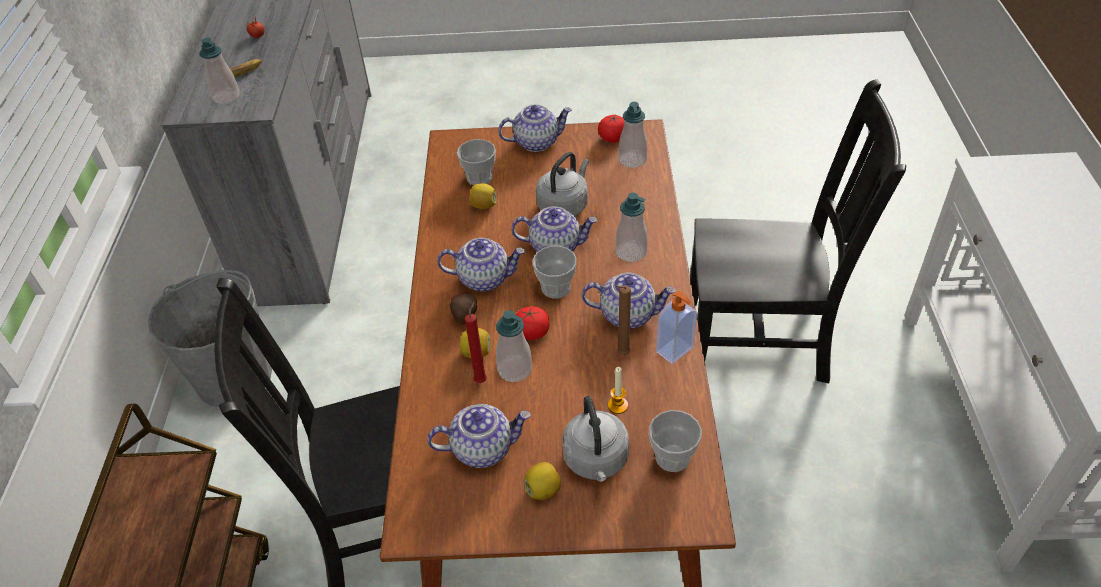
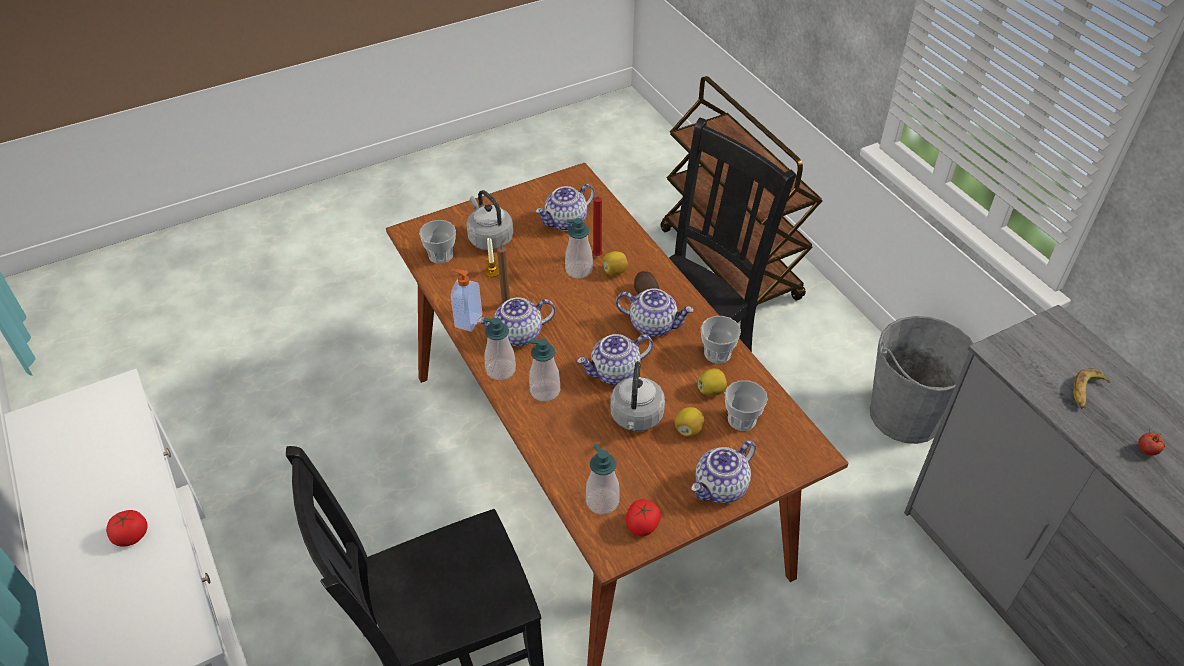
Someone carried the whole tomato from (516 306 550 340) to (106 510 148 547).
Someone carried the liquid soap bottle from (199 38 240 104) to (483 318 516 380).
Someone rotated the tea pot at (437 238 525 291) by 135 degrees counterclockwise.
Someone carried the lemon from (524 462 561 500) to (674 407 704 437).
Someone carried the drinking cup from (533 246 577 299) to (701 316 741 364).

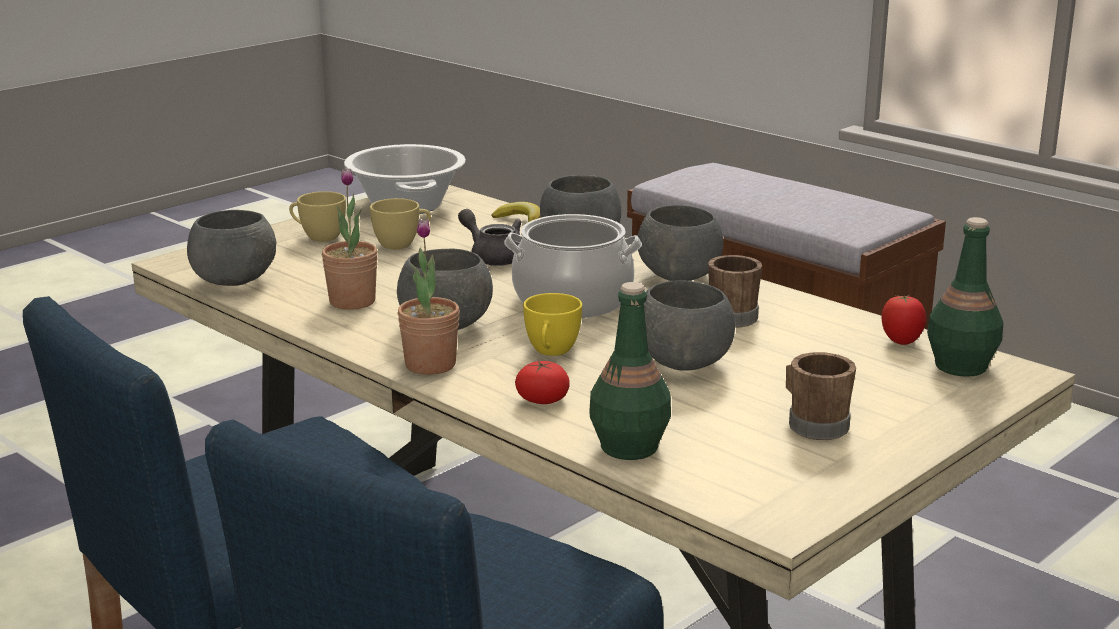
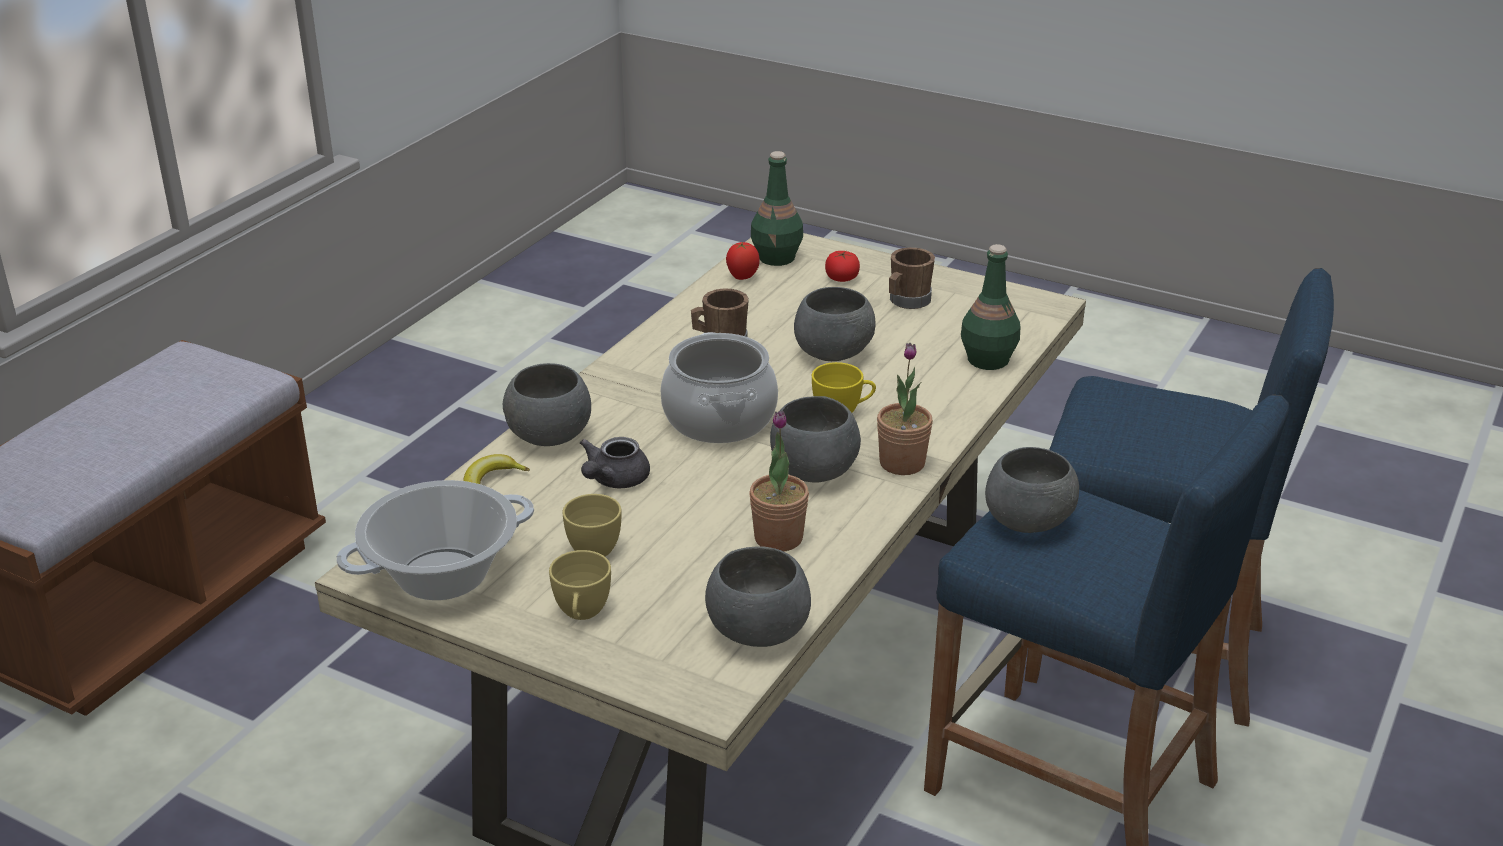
Someone carried the whole tomato from (515 360 570 404) to (825 251 860 282).
Someone carried the deep dish in grey from (638 205 723 281) to (985 447 1079 533).

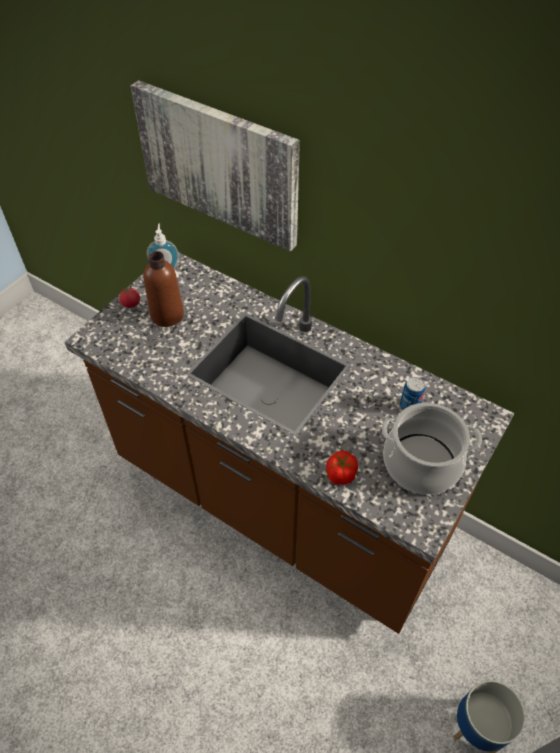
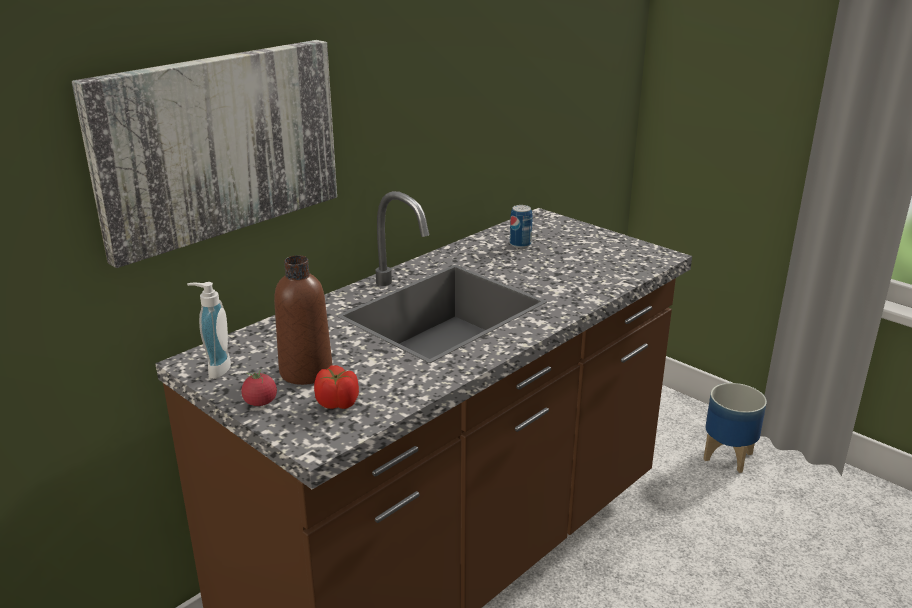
Someone carried the whole tomato from (326 451 358 484) to (314 365 359 409).
Someone took away the cooking pot at (382 403 482 495).

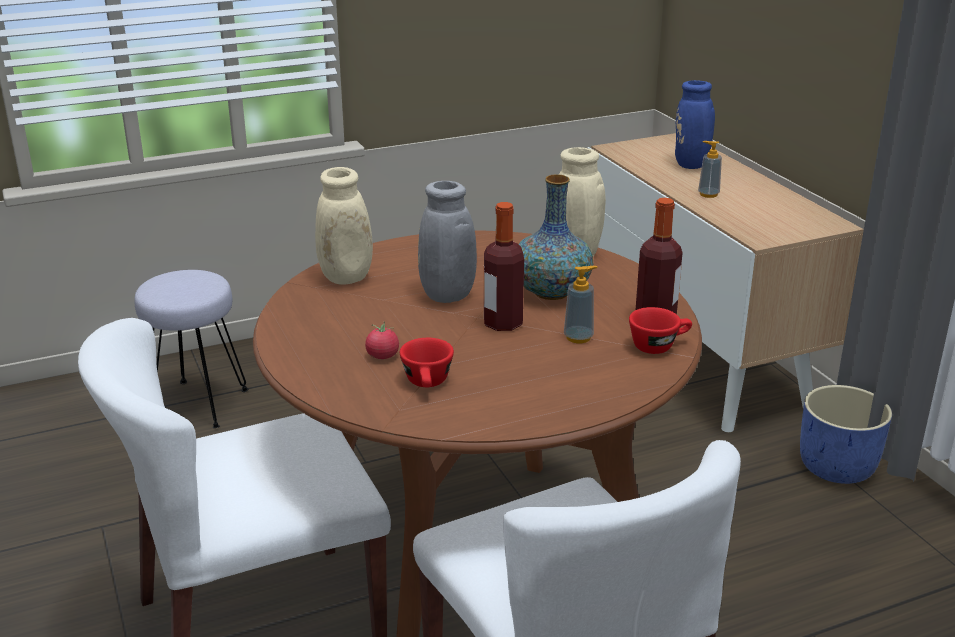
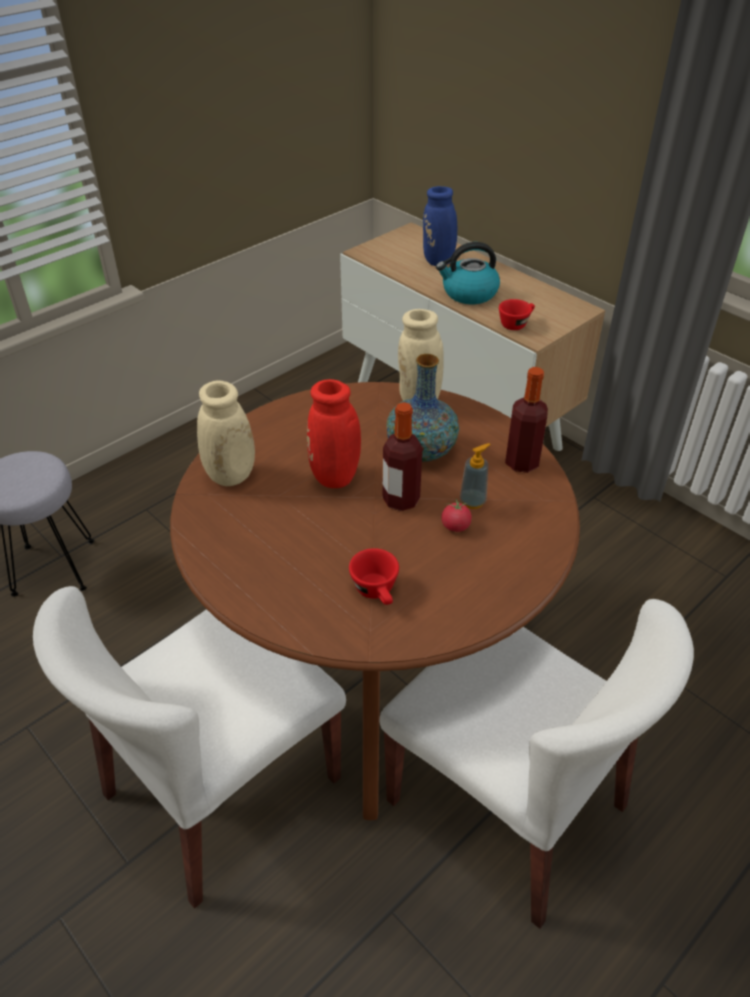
Someone repainted the decorative vase in grey at (418 181 477 303), which became the decorative vase in red at (307 379 361 488).
Someone swapped the liquid soap bottle at (698 141 722 198) for the tea kettle at (436 242 500 304).
Someone carried the whole tomato from (365 322 399 359) to (441 499 472 532).
Someone carried the drinking cup in red from (629 307 692 354) to (499 299 535 330).
Someone took away the plant pot in blue at (800 385 892 484).

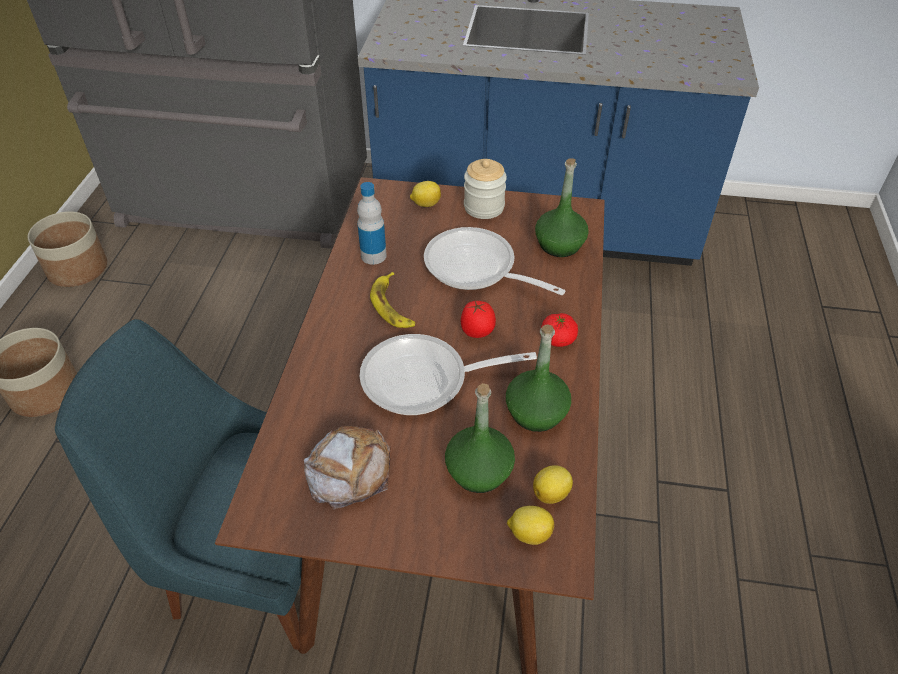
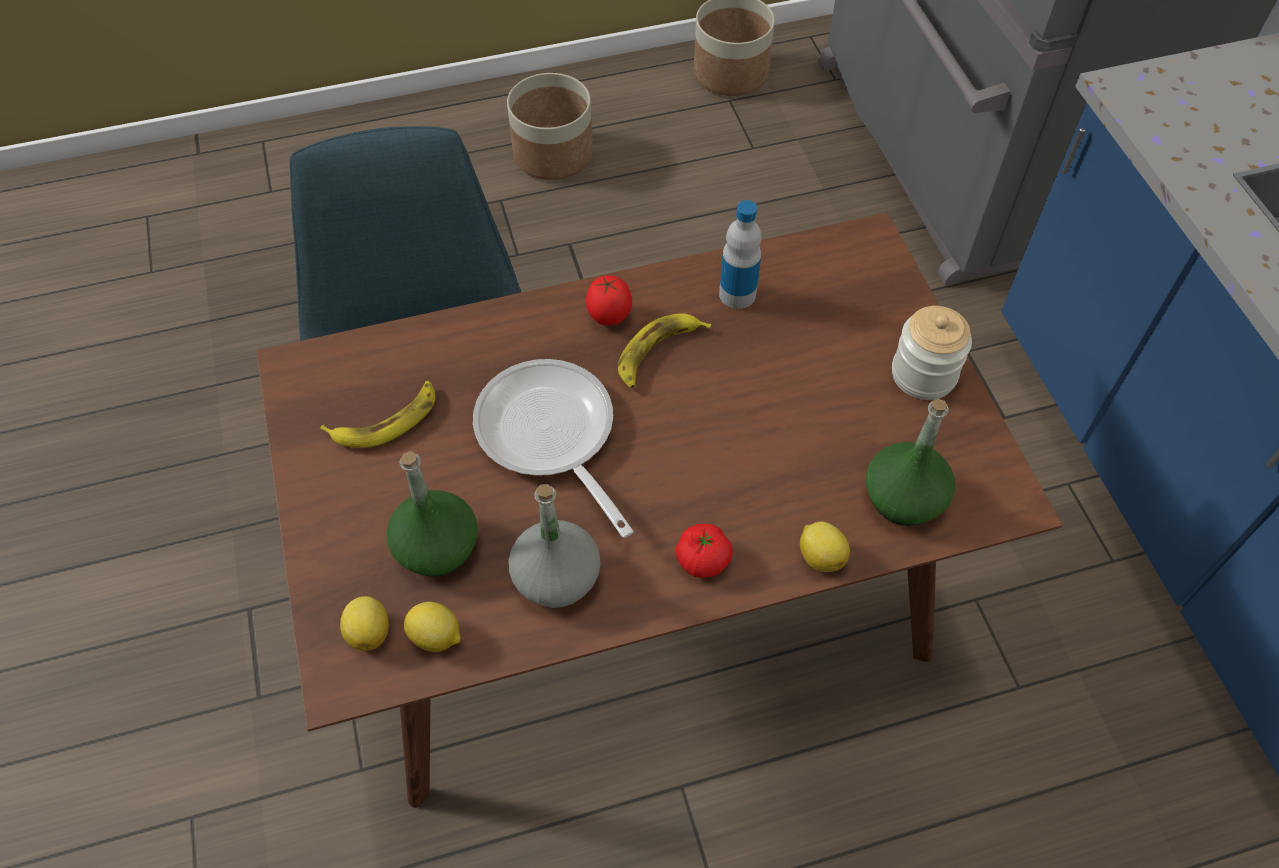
Someone swapped the bread at (304 426 391 509) for the banana fruit at (320 381 435 448).
Someone repainted the bottle in greenish at (506 324 571 432), which became the bottle in grey at (508 484 601 608).
Someone carried the whole tomato from (461 301 496 338) to (586 275 632 326).
Someone carried the lemon from (410 181 441 207) to (800 521 850 572).
Someone took away the frying pan at (424 227 565 295).

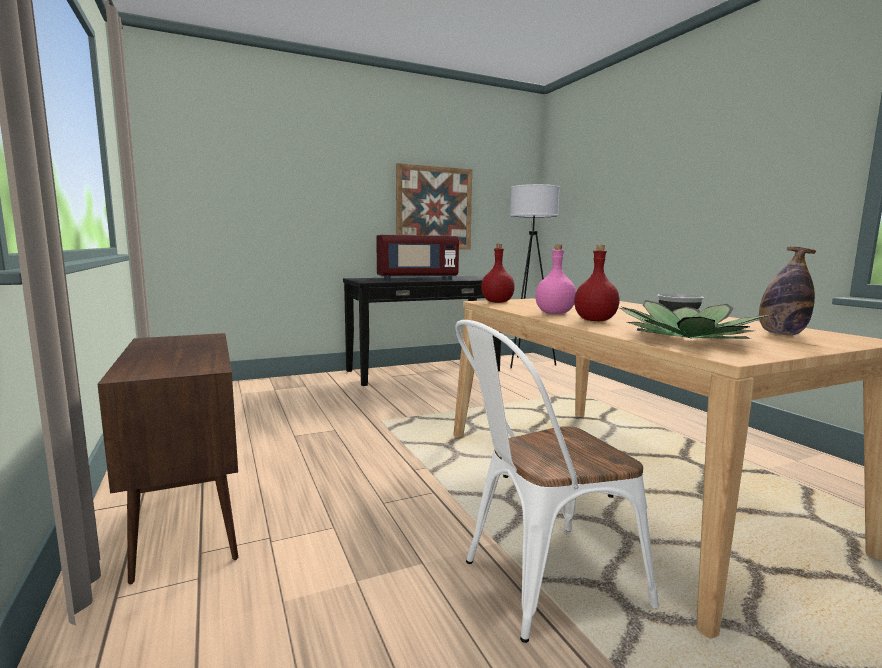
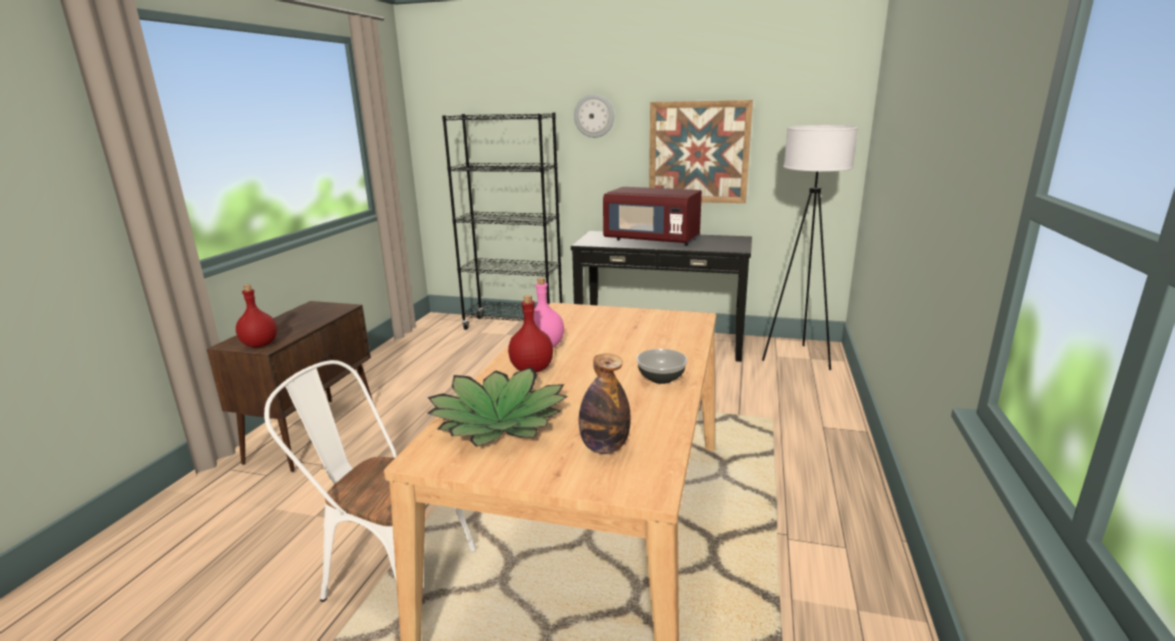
Someone carried the bottle in red from (481 244 515 303) to (236 285 277 347).
Someone put down the shelving unit in black at (442 113 562 330).
Someone put up the clock on the wall at (574 94 614 138).

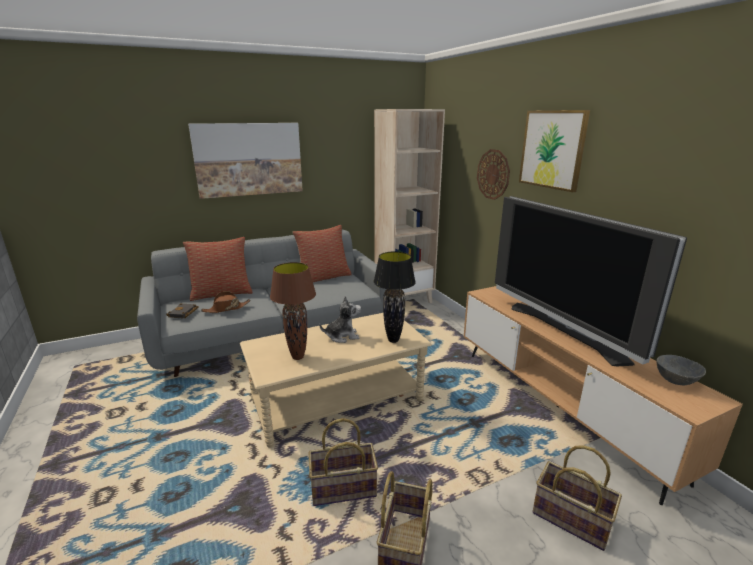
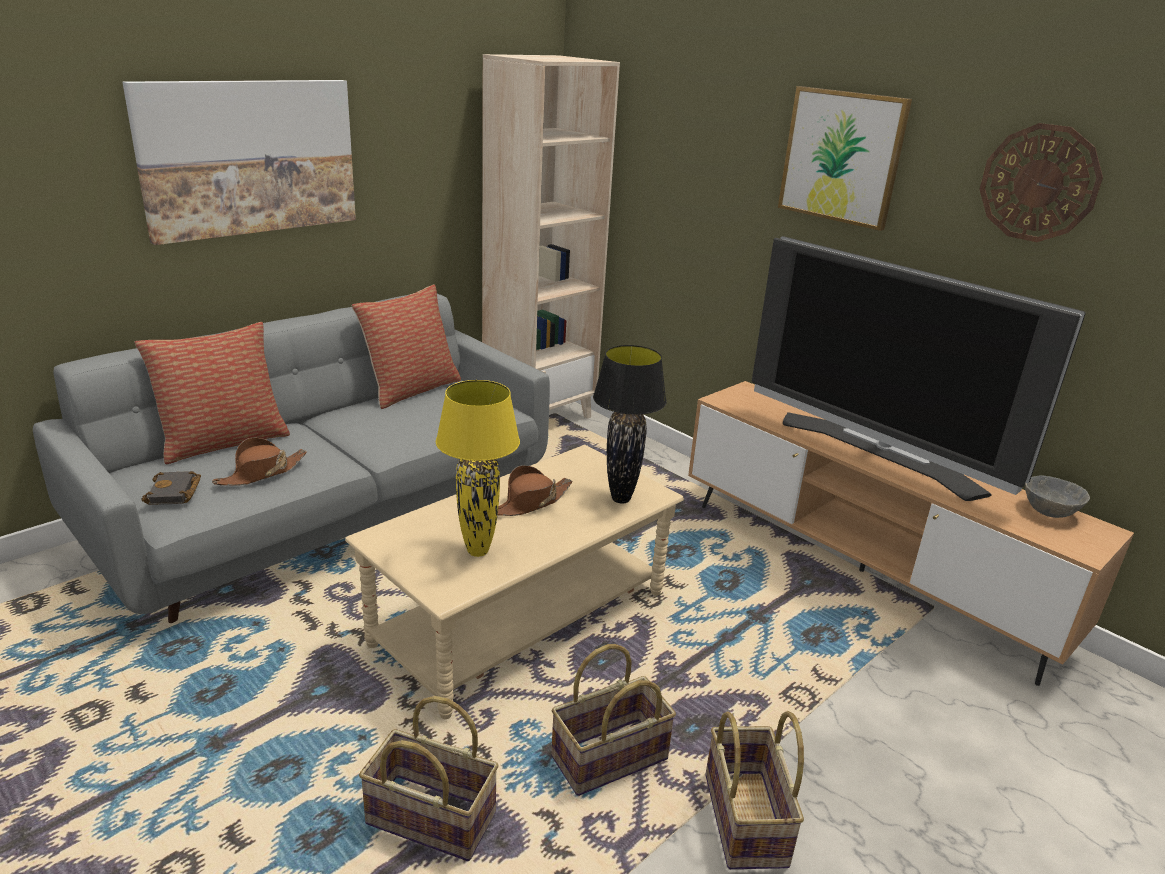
Someone carried the basket from (533 445 622 551) to (359 696 499 861).
Someone repainted the lamp for a table in brown at (270 262 316 360), which became the lamp for a table in yellow-coloured at (436 380 520 557).
Someone swapped the plush toy at (319 296 361 343) for the wearable hat in brown at (498 465 572 516).
Someone carried the clock on the wall from (477 149 510 200) to (979 123 1103 242).

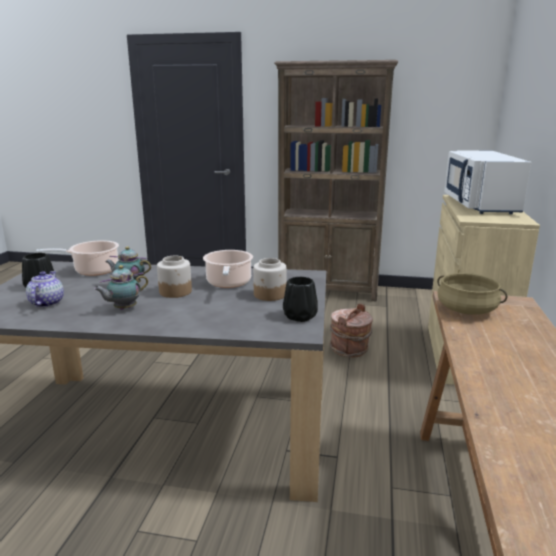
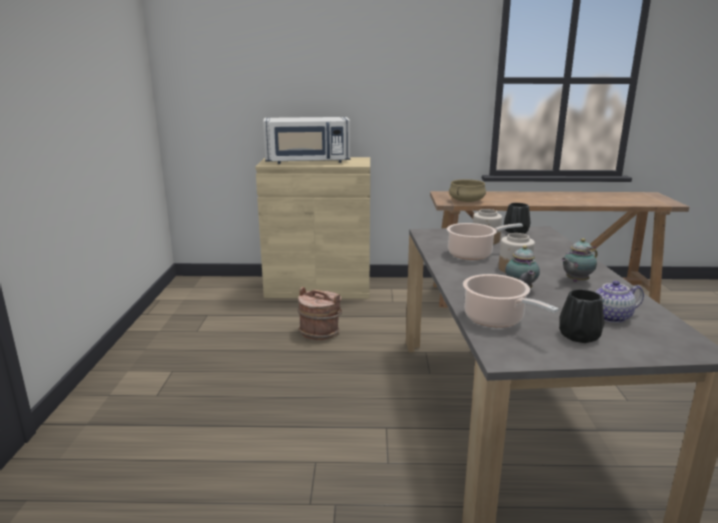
Someone rotated the tea pot at (94 265 148 310) by 105 degrees clockwise.
Someone took away the shelving unit in brown at (274 60 398 302).

